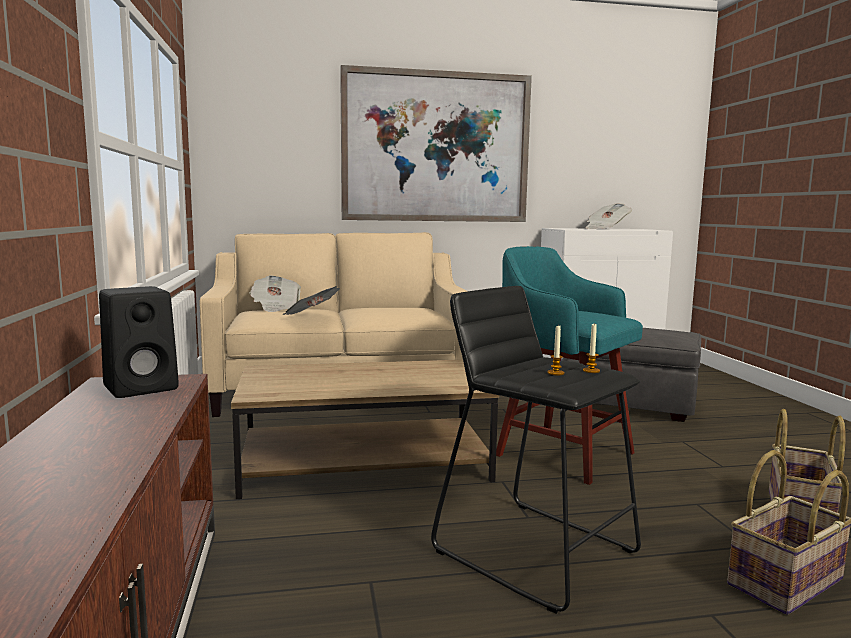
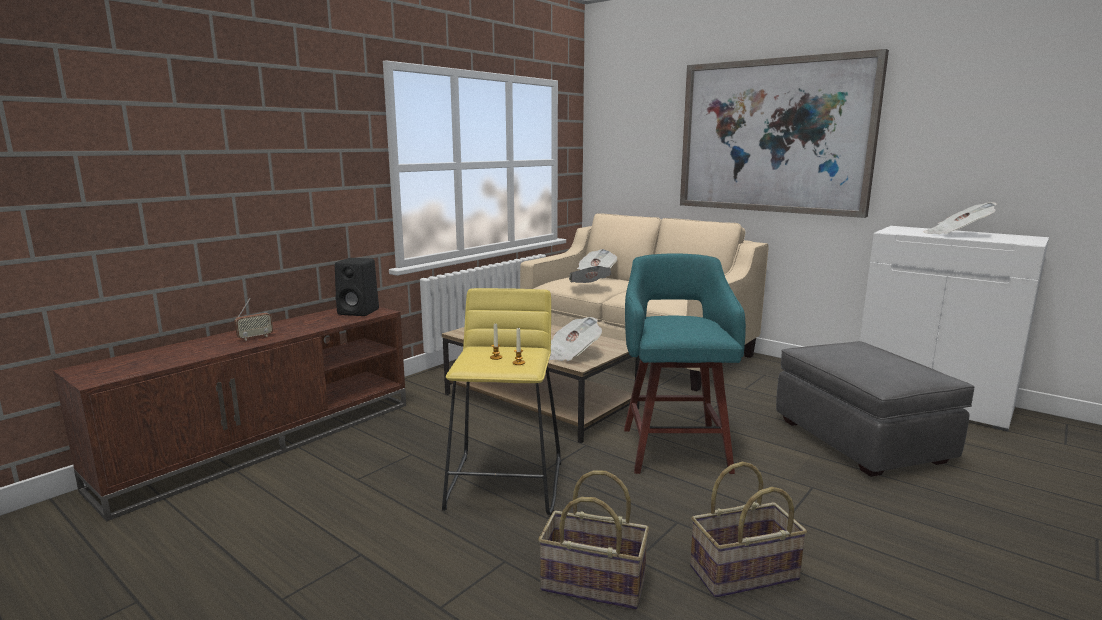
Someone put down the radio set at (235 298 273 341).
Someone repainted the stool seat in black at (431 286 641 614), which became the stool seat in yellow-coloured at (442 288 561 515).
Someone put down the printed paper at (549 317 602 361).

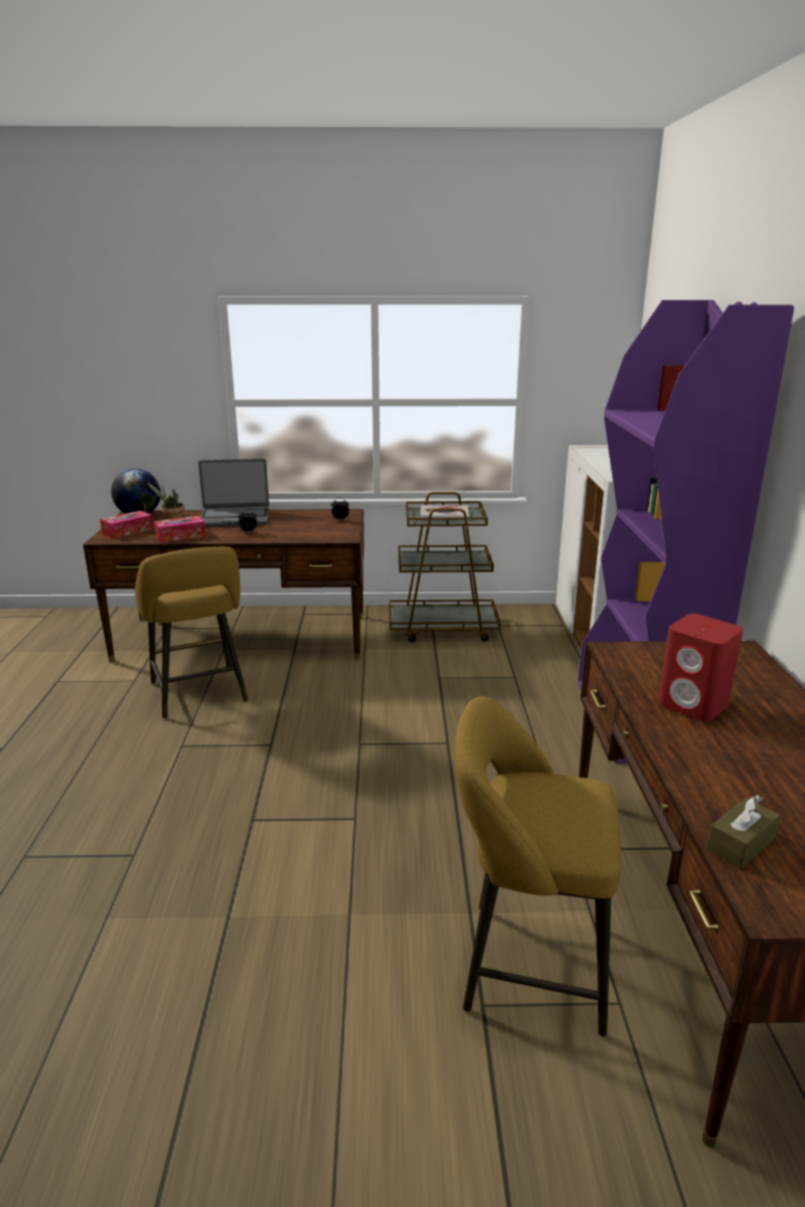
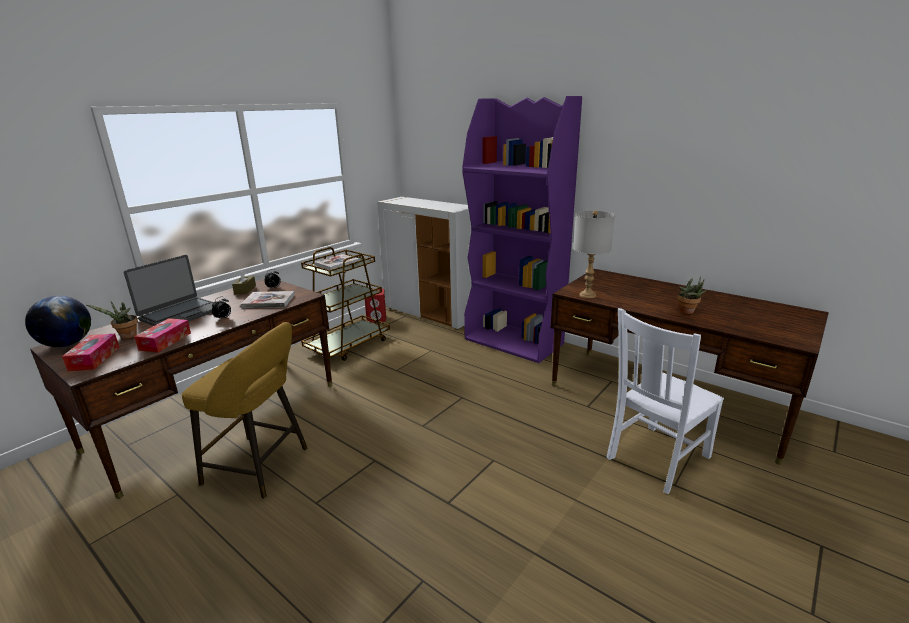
Someone carried the box of tissues in brown from (706 795 780 869) to (232 270 256 294).
Someone put down the book at (241 291 295 308).
Someone carried the audio speaker in red from (658 614 743 721) to (365 289 386 323).
Someone put down the lamp for a table in grey at (573 210 615 298).
Someone swapped the stool seat in yellow-coloured at (455 697 621 1037) for the plain chair in white-coloured at (606 308 724 494).
Someone put down the houseplant at (678 277 707 314).

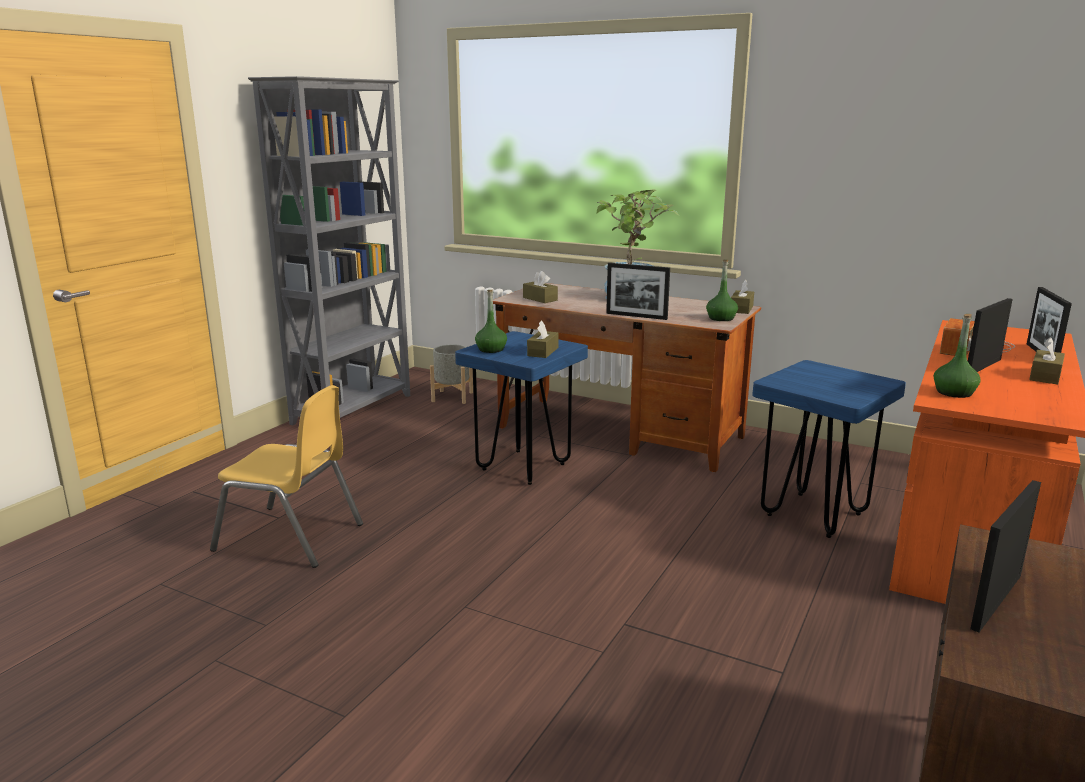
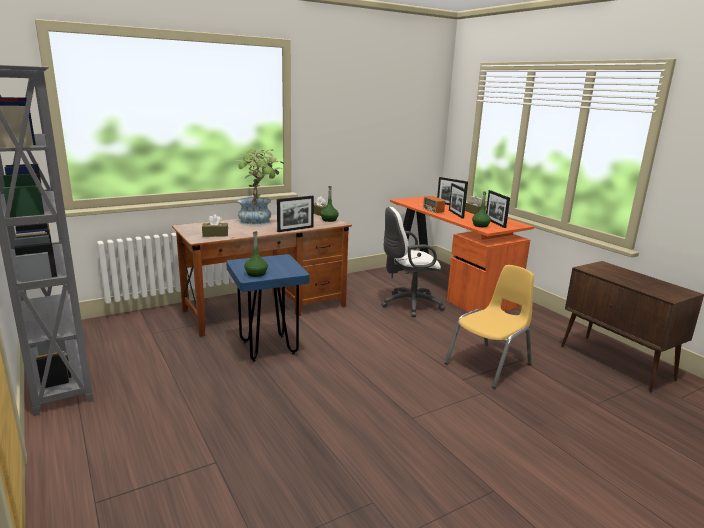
Someone swapped the stool seat in blue at (752 360 906 538) for the computer chair in white-coloured at (381 207 445 317).
Someone carried the plain chair in yellow-coloured from (210 385 363 568) to (445 265 534 388).
Someone carried the picture frame from (970 480 1041 632) to (486 190 510 228).
Someone took away the plant pot in grey at (430 345 473 404).
Someone took away the box of tissues in brown at (527 320 559 358).

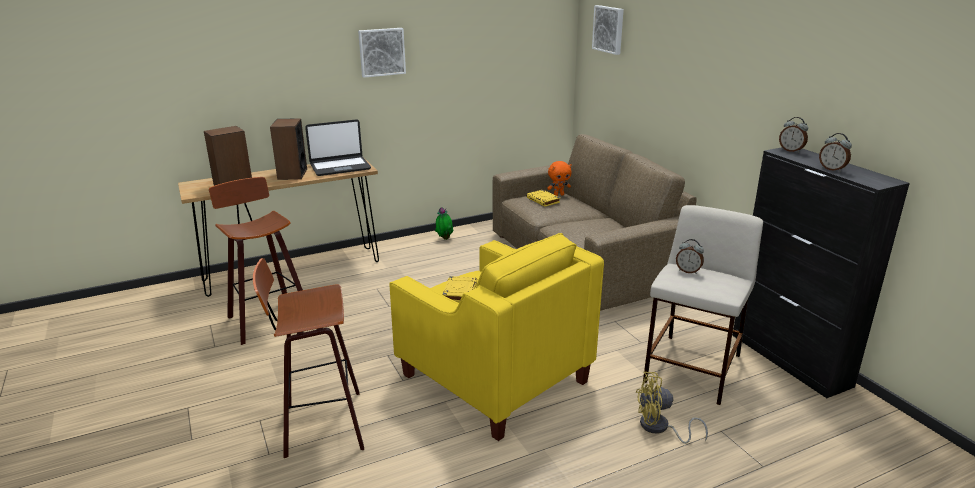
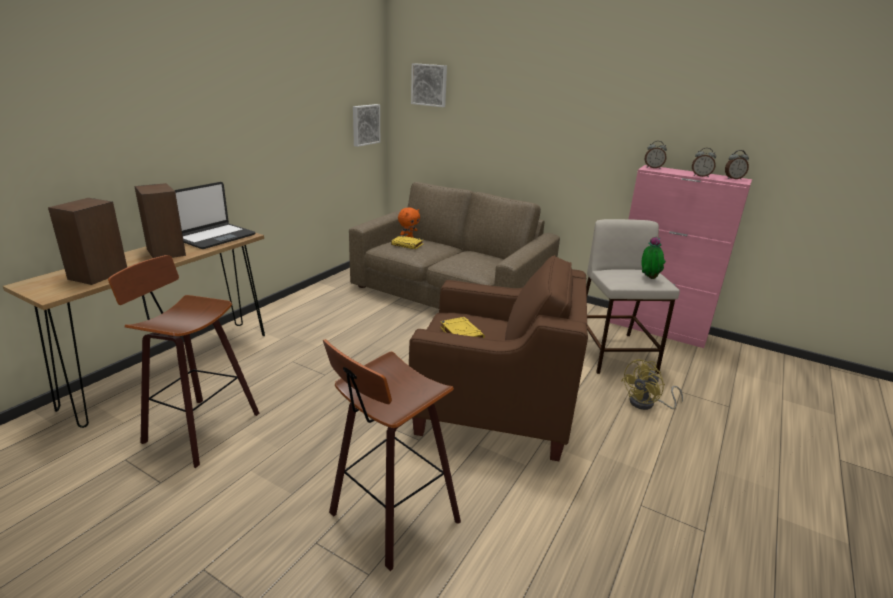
Someone carried the picture from (358 28 406 78) to (353 104 380 147).
Someone repainted the easy chair in yellow-coloured at (389 233 604 441), which became the easy chair in brown at (409 255 588 461).
Someone repainted the cupboard in black at (732 147 910 398), which became the cupboard in pink-coloured at (610 165 752 348).
Someone carried the houseplant from (435 207 454 240) to (641 237 666 279).
Someone carried the bedside clock from (676 239 704 274) to (725 150 749 179).

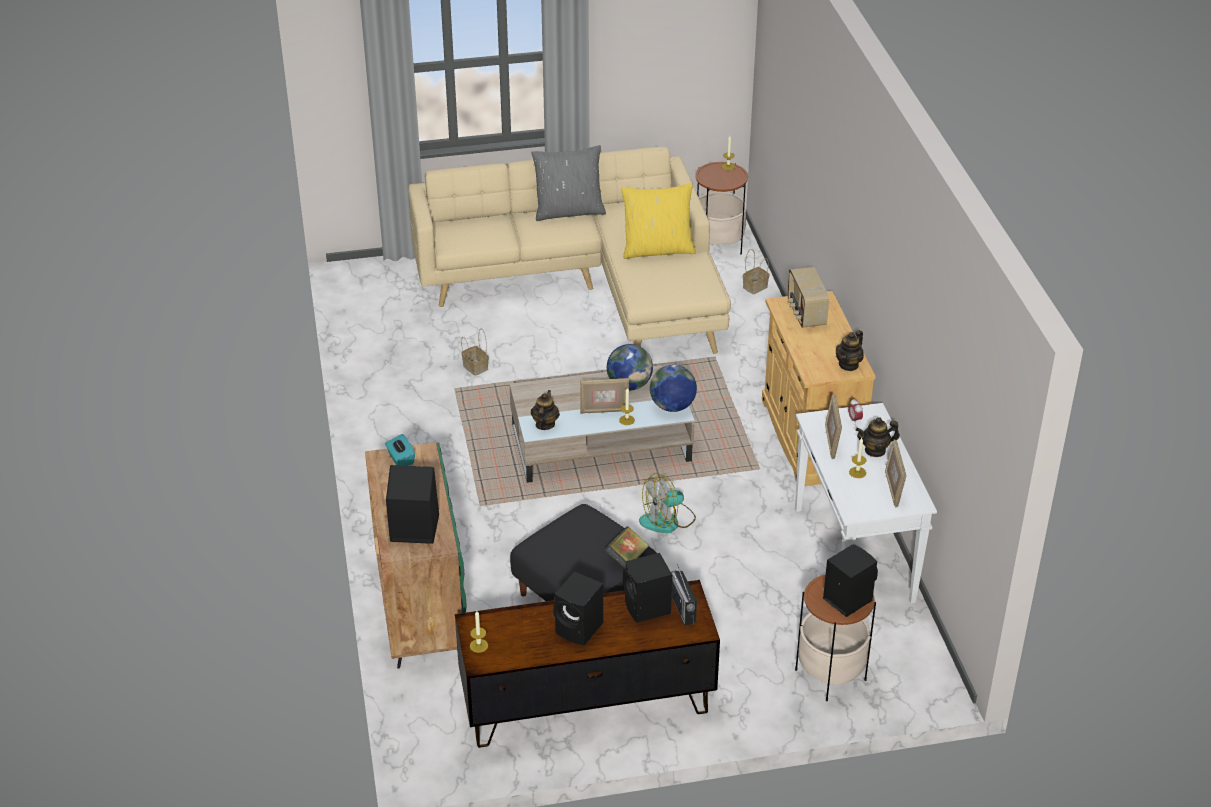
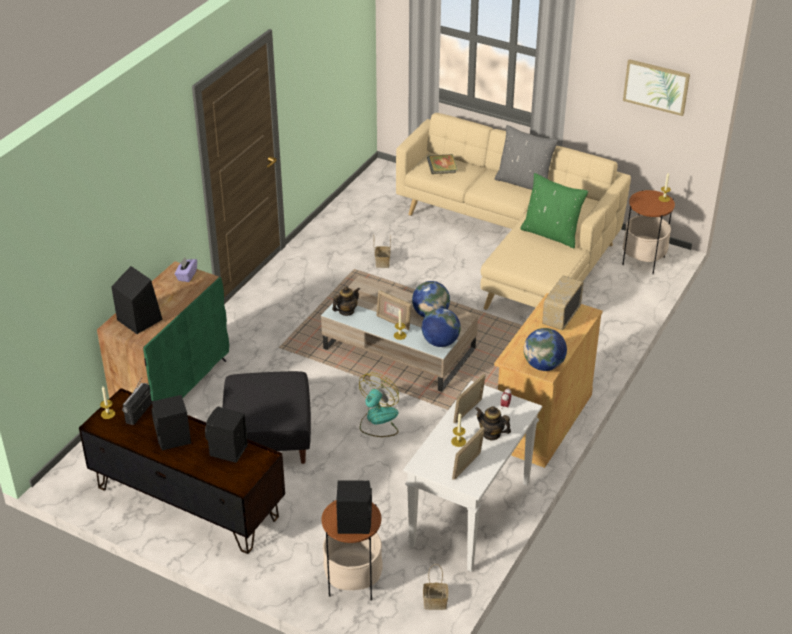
Someone carried the radio set from (671 564 697 626) to (122 378 152 425).
Someone repainted the box of tissues in turquoise-coloured at (385 434 415 466), which became the box of tissues in purplish at (175 257 197 282).
Someone rotated the fan at (639 473 696 533) by 105 degrees clockwise.
Someone carried the basket from (743 249 769 294) to (423 564 448 610).
Someone carried the book from (604 526 649 568) to (427 154 458 174).
Someone repainted the pillow in yellow-coloured at (621 183 696 259), which became the pillow in greenish at (520 173 588 248).
Someone swapped the tea pot at (836 330 864 371) for the globe at (524 328 567 371).
Someone put up the picture at (623 59 690 116).

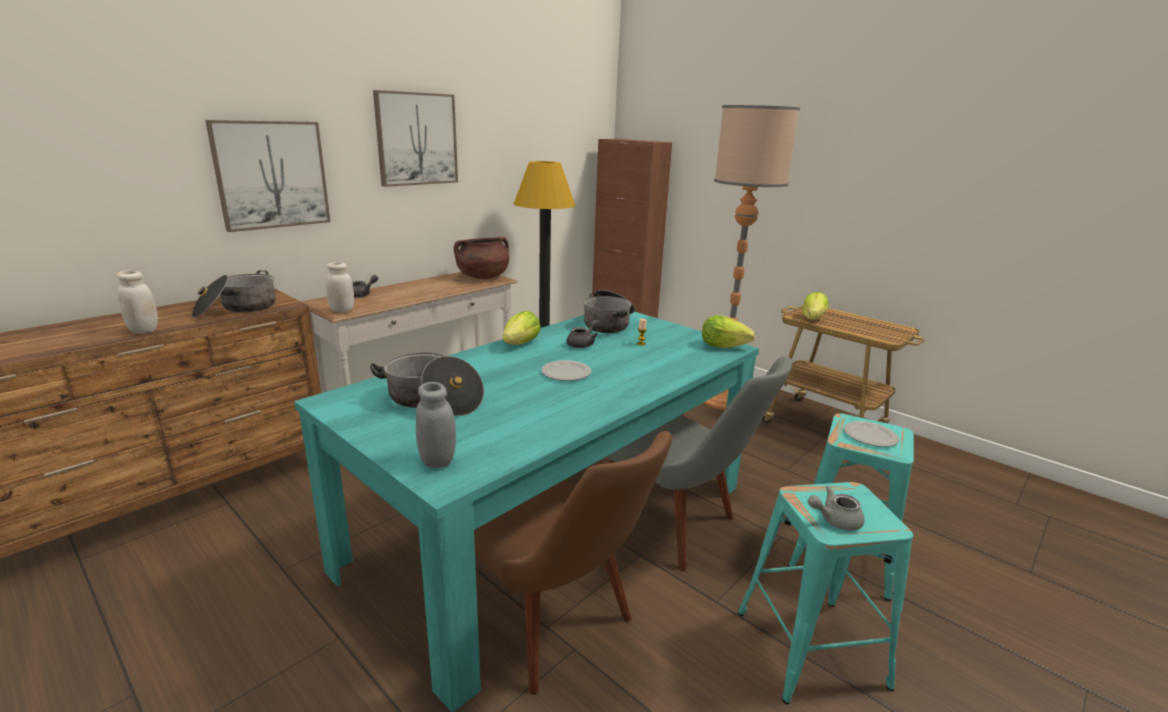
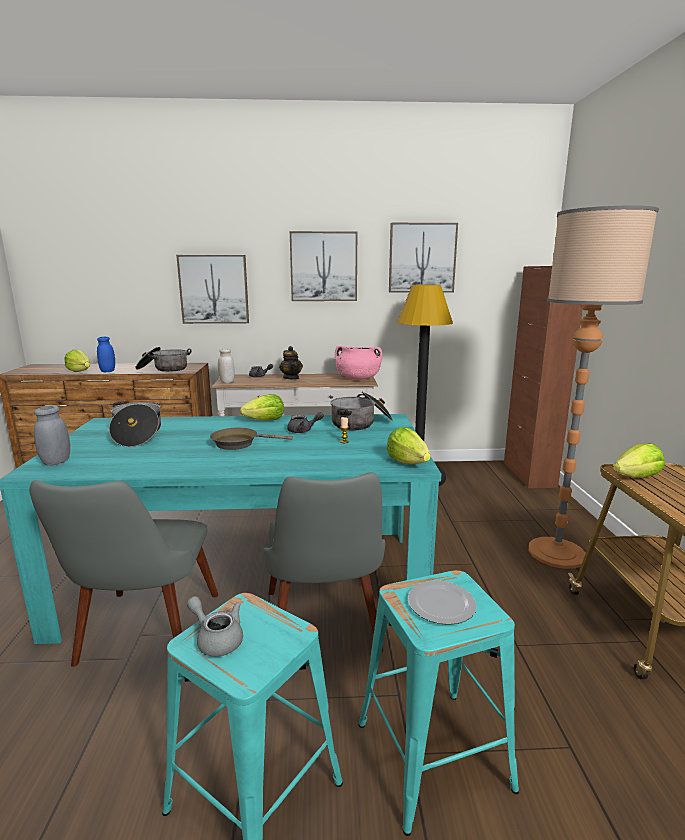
Someone repainted the plain chair in brown at (474 431 672 695), which became the plain chair in grey at (29 480 218 667).
Someone put down the lettuce head at (64 350 90 372).
Someone repainted the preserve jar in white-coloured at (117 270 158 333), which became the preserve jar in blue at (97 337 115 372).
Someone swapped the flat dish at (541 360 591 381) for the frying pan in brown at (210 428 293 450).
Someone put down the tea pot at (279 346 303 380).
Someone repainted the cooking pot in brown at (454 237 509 279), which became the cooking pot in pink-coloured at (335 346 382 380).
Someone put up the picture at (389 223 458 293).

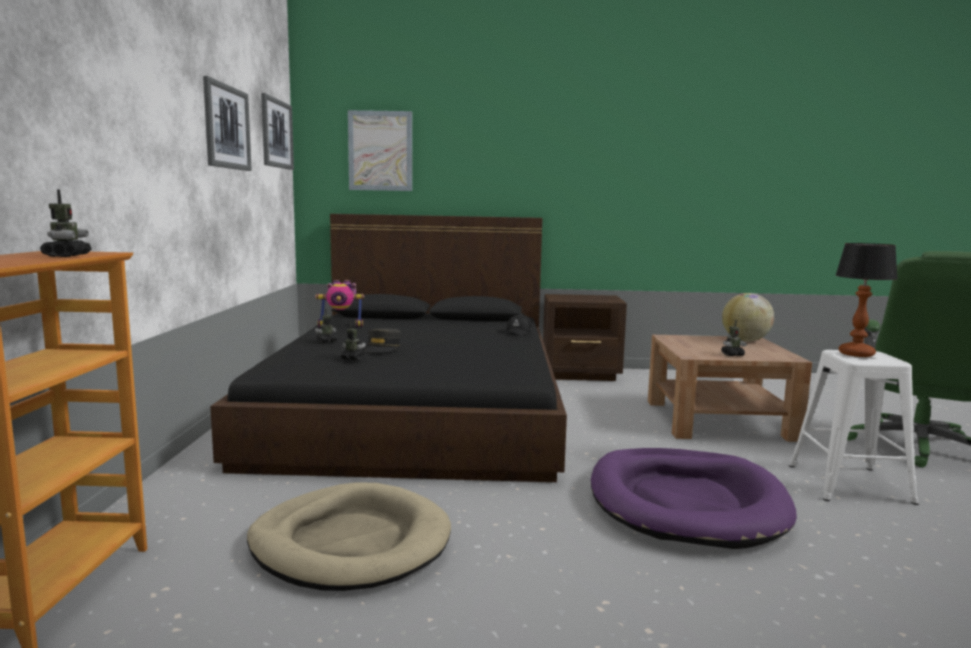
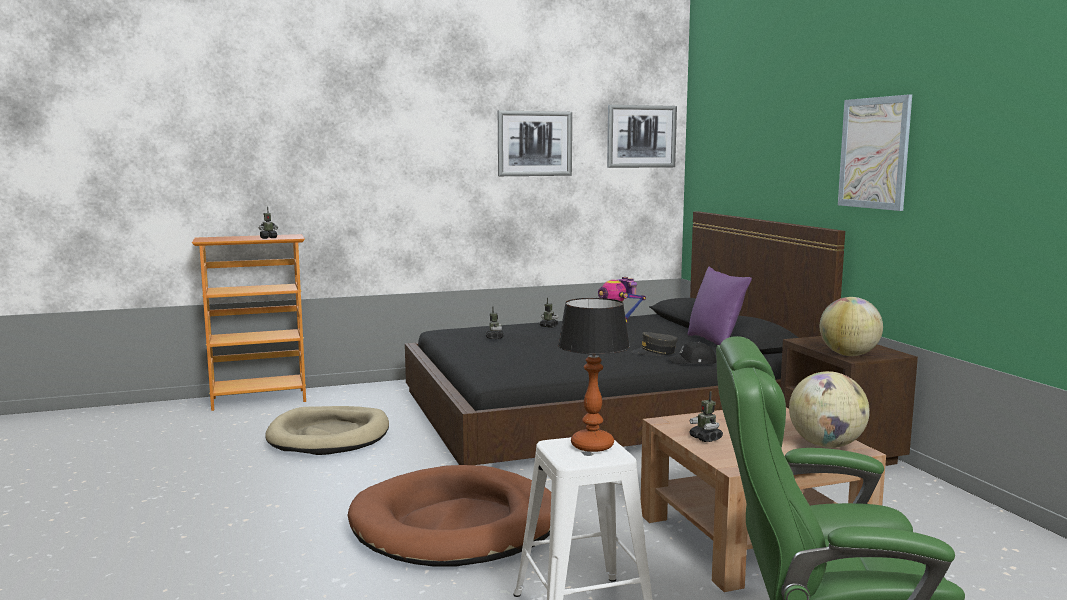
Someone repainted the dog cushion in purplish at (591 448 797 549), which became the dog cushion in brown at (348 465 551 567).
Someone carried the peaked cap in grey from (365 328 401 353) to (631 332 678 356).
Someone put down the pillow in purplish at (688 267 752 345).
Someone put down the globe at (820 297 883 356).
Someone carried the picture from (348 110 412 191) to (838 94 912 211).

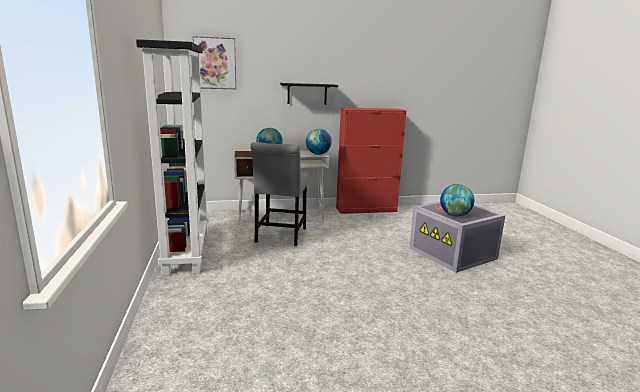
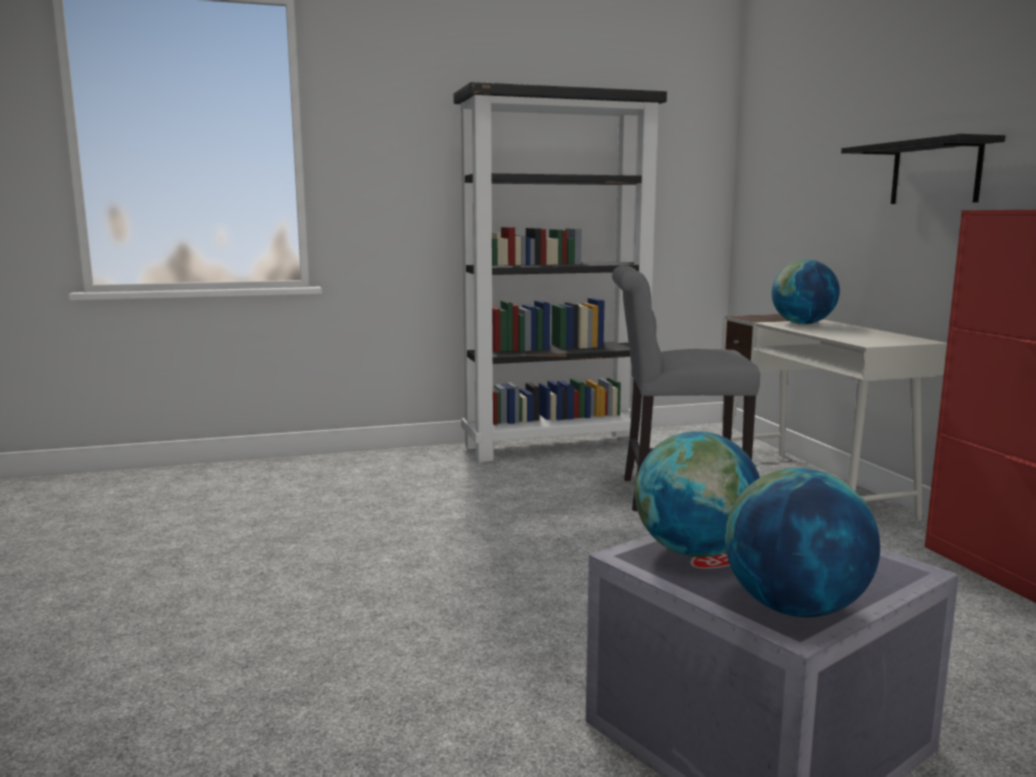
Someone carried the globe from (306 129 332 155) to (725 468 880 617).
Someone took away the picture at (193 36 236 89).

